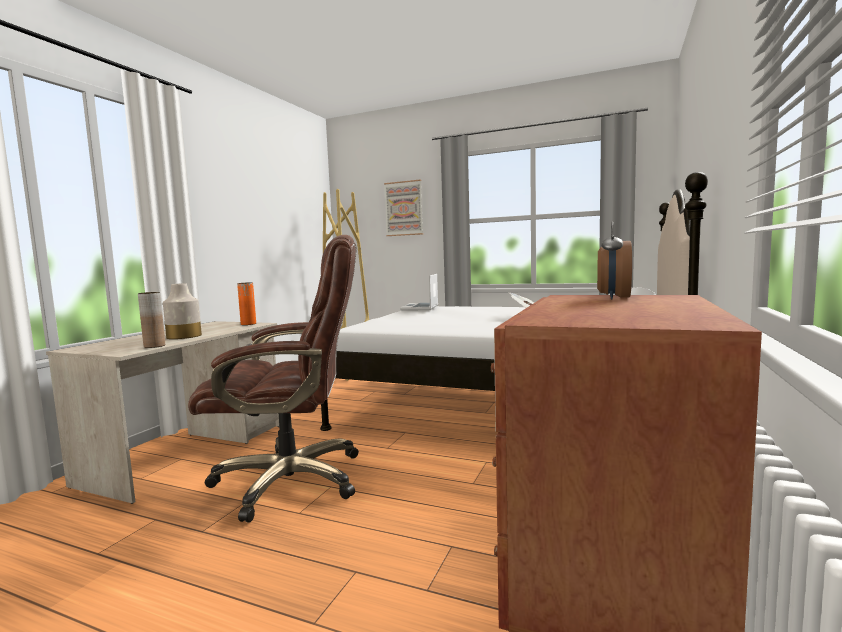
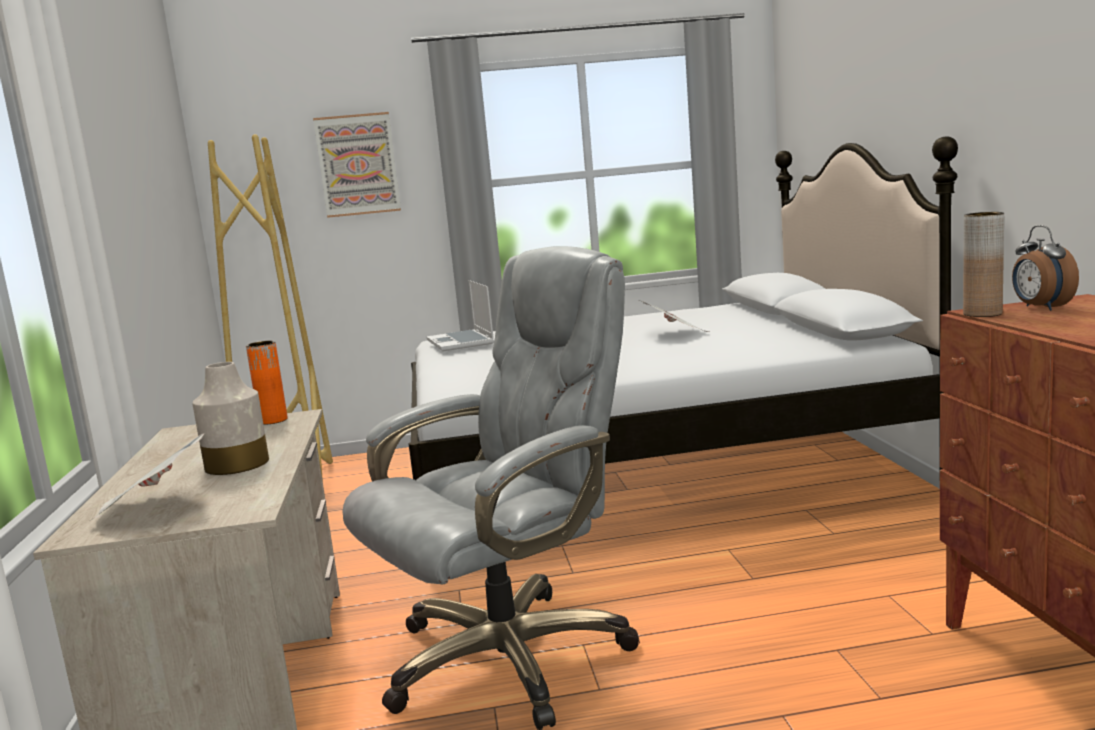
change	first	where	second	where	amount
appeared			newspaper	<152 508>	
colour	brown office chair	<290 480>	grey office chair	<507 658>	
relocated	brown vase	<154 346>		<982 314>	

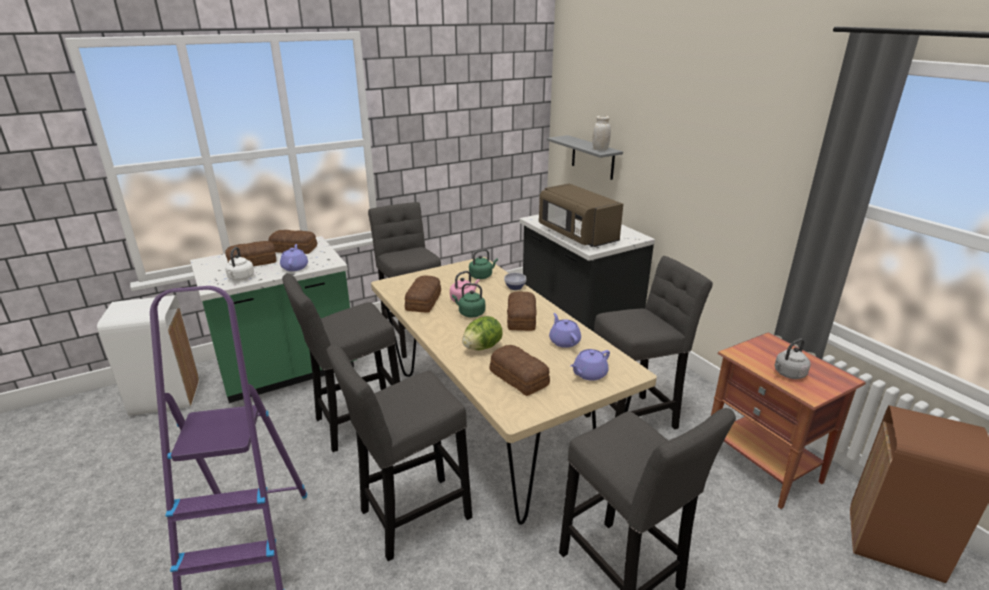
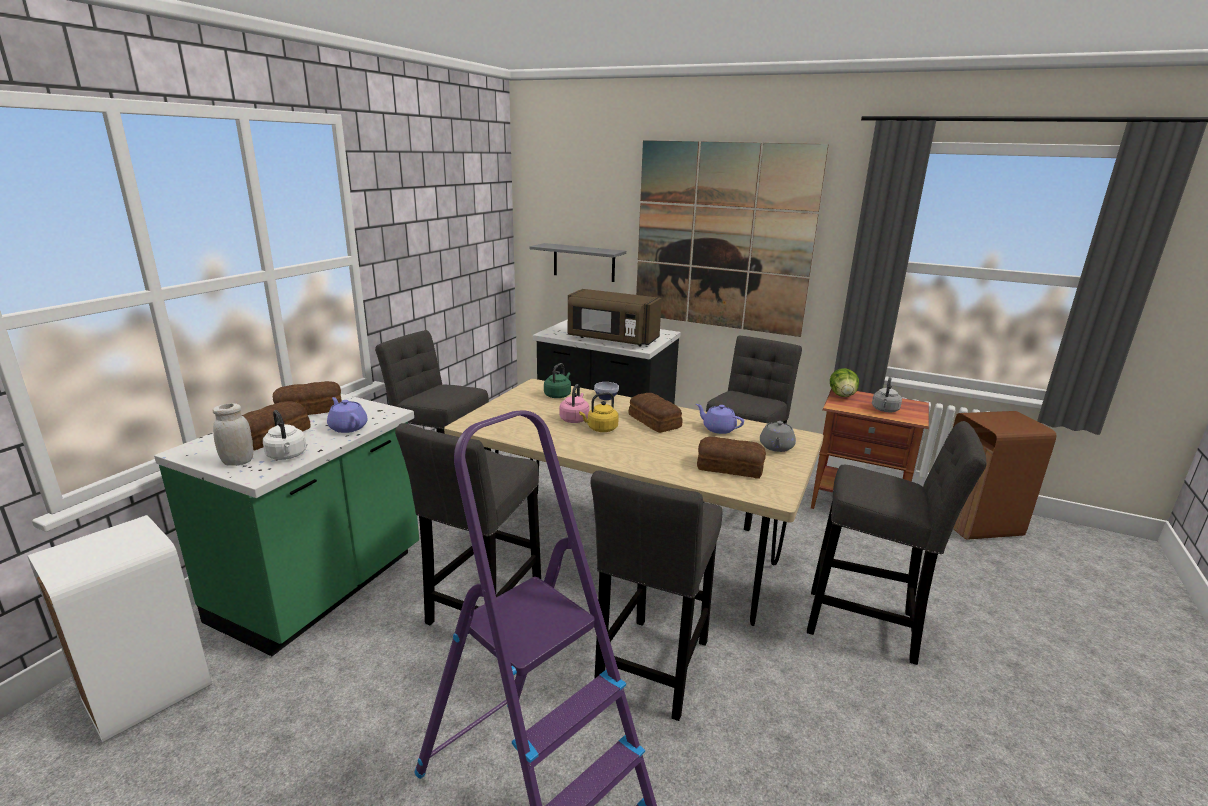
change	first	where	second	where	amount
relocated	white jar	<600 149>		<238 462>	
colour	green kettle	<470 313>	yellow kettle	<600 429>	
appeared			picture	<722 238>	
colour	purple teapot	<589 374>	grey teapot	<776 447>	
relocated	lettuce	<482 347>		<842 395>	
missing	bread	<424 301>			

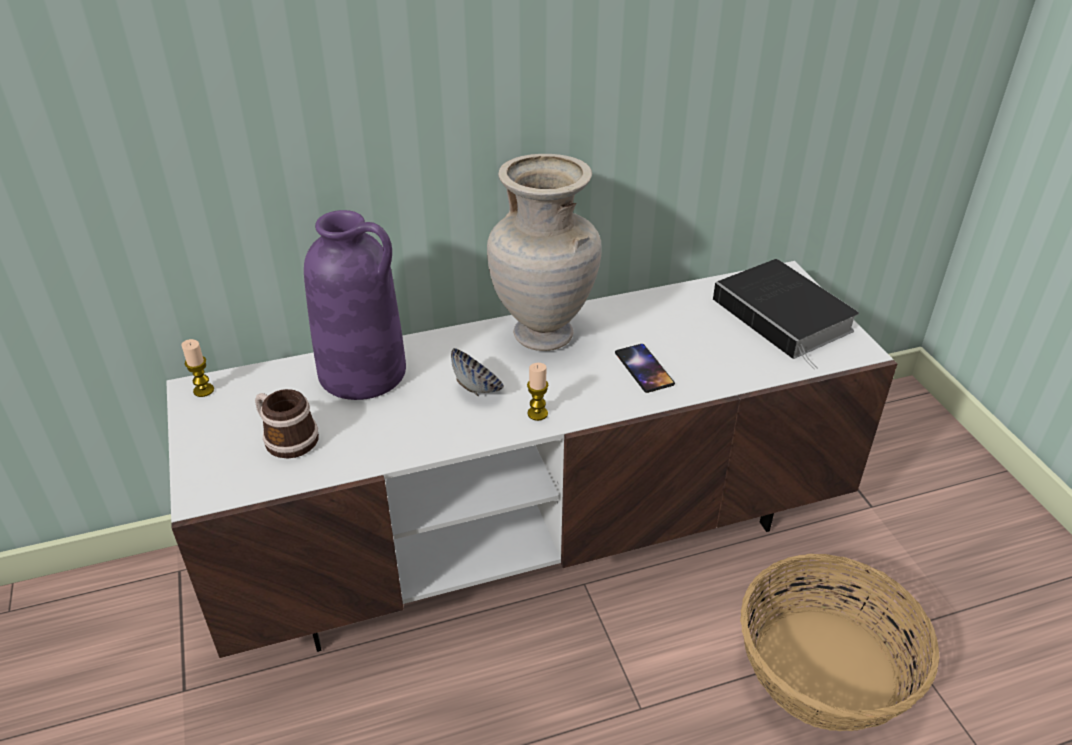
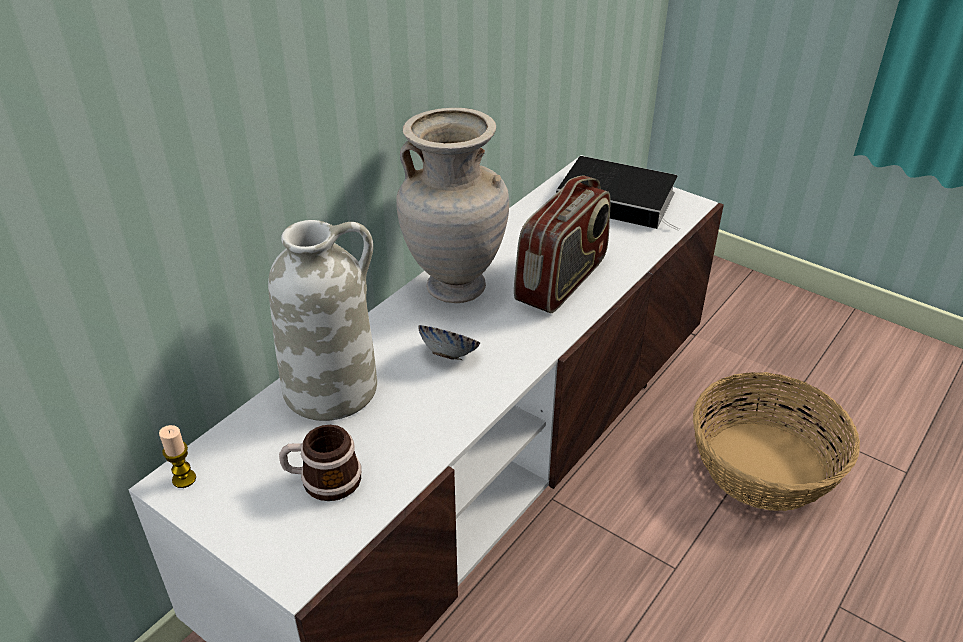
change	first	where	second	where	amount
colour	purple vase	<364 372>	white vase	<332 387>	
exchanged	phone	<644 368>	radio	<562 280>	
missing	candle	<537 413>			

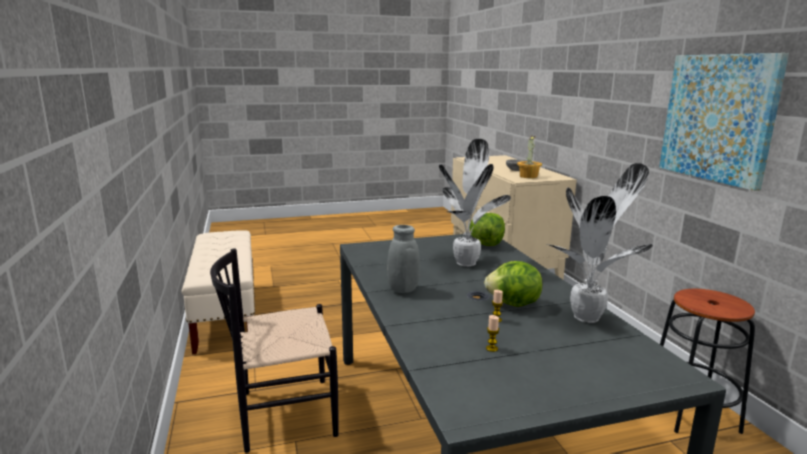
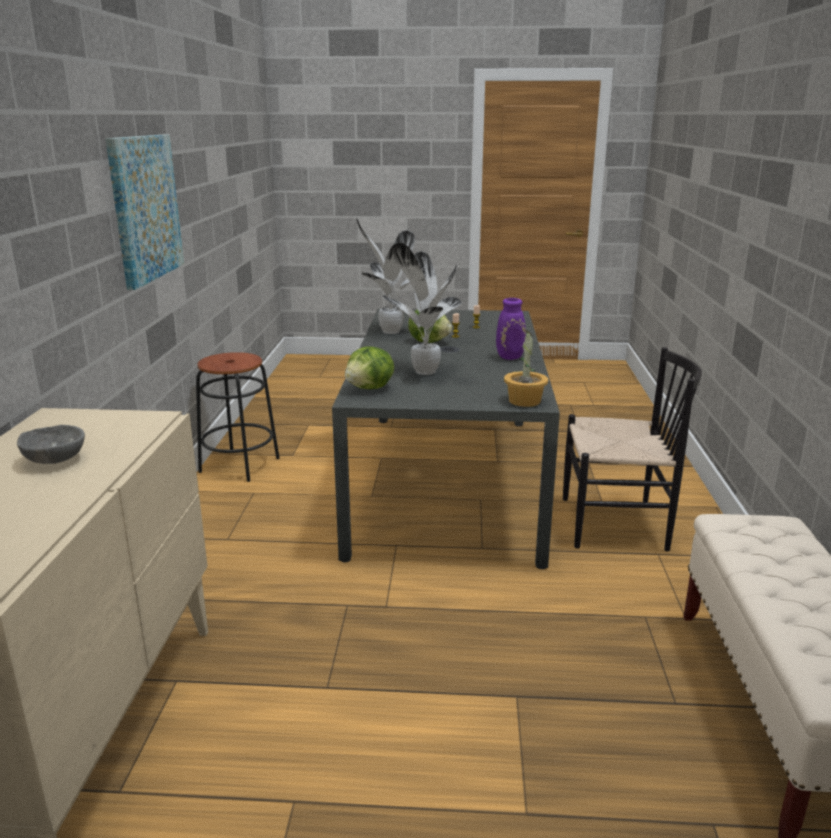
change	first	where	second	where	amount
colour	grey vase	<402 291>	purple vase	<511 357>	
relocated	potted plant	<528 176>		<524 401>	

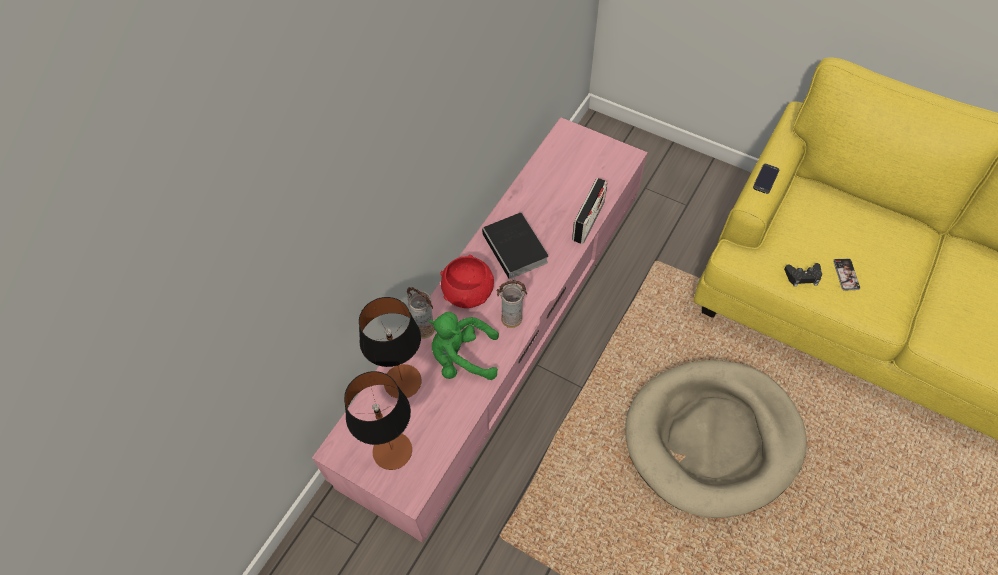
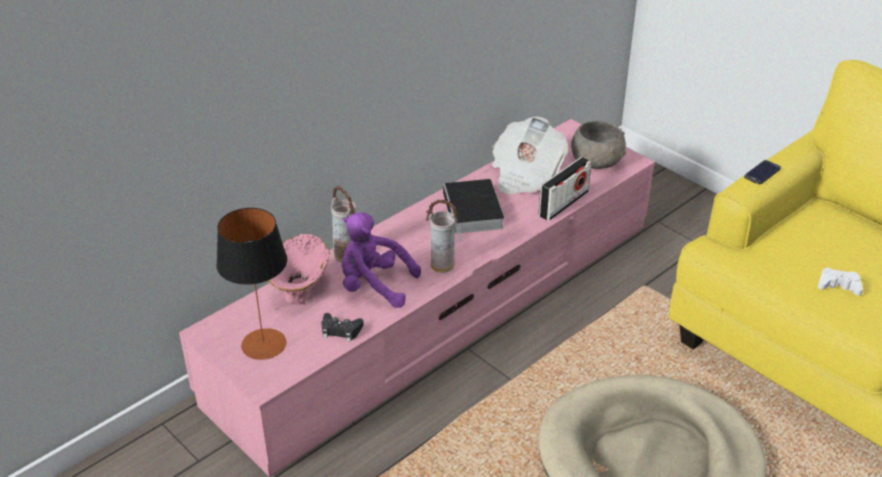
change	first	where	second	where	amount
exchanged	table lamp	<402 381>	pink vase	<302 291>	
relocated	black game controller	<802 276>		<341 330>	
colour	green plush toy	<462 358>	purple plush toy	<374 286>	
appeared			newspaper	<525 175>	
appeared			grey bowl	<597 162>	
exchanged	phone	<846 274>	white game controller	<838 286>	
missing	red bowl	<468 292>			

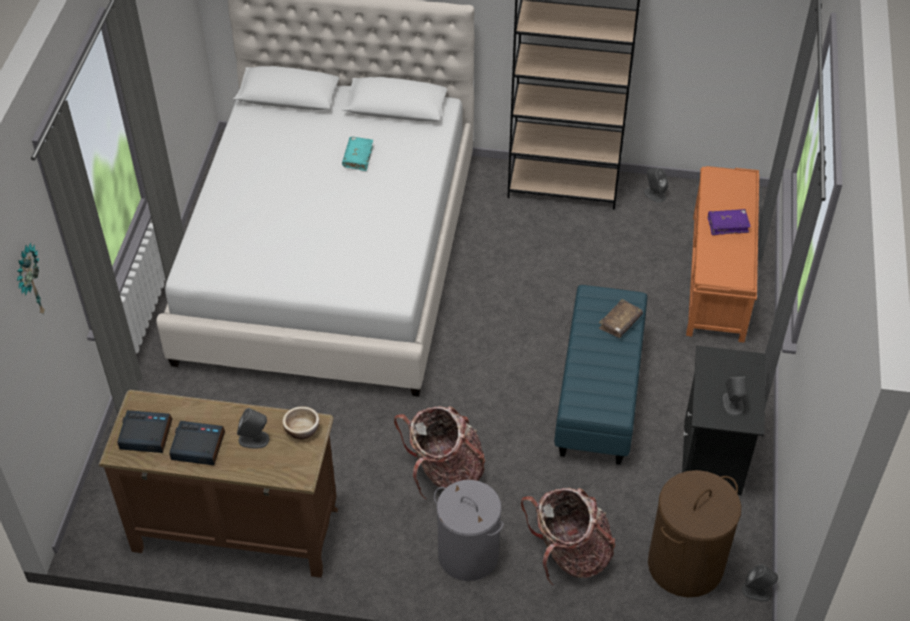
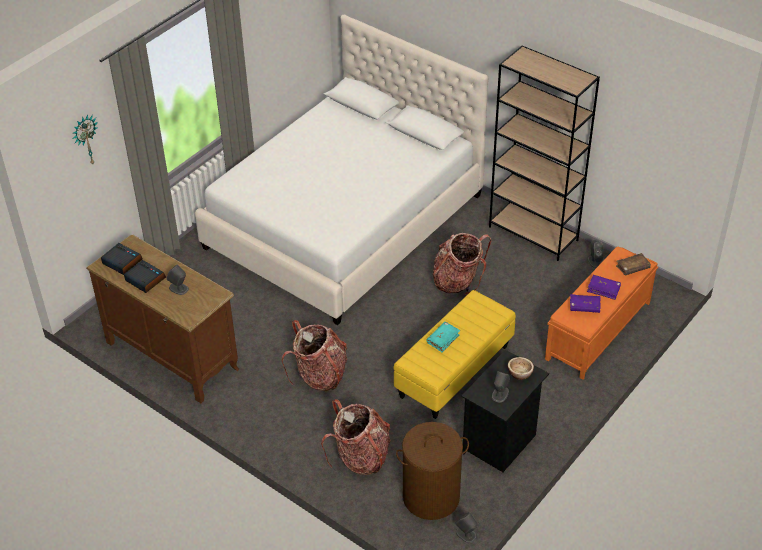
change	first	where	second	where	amount
colour	blue ottoman	<599 396>	yellow ottoman	<455 372>	
relocated	turquoise book	<358 157>		<443 339>	
appeared			backpack	<458 281>	
relocated	bowl	<302 429>		<520 373>	
appeared			purple book	<584 307>	
relocated	brown book	<620 323>		<632 268>	
missing	grey laundry basket	<467 555>			

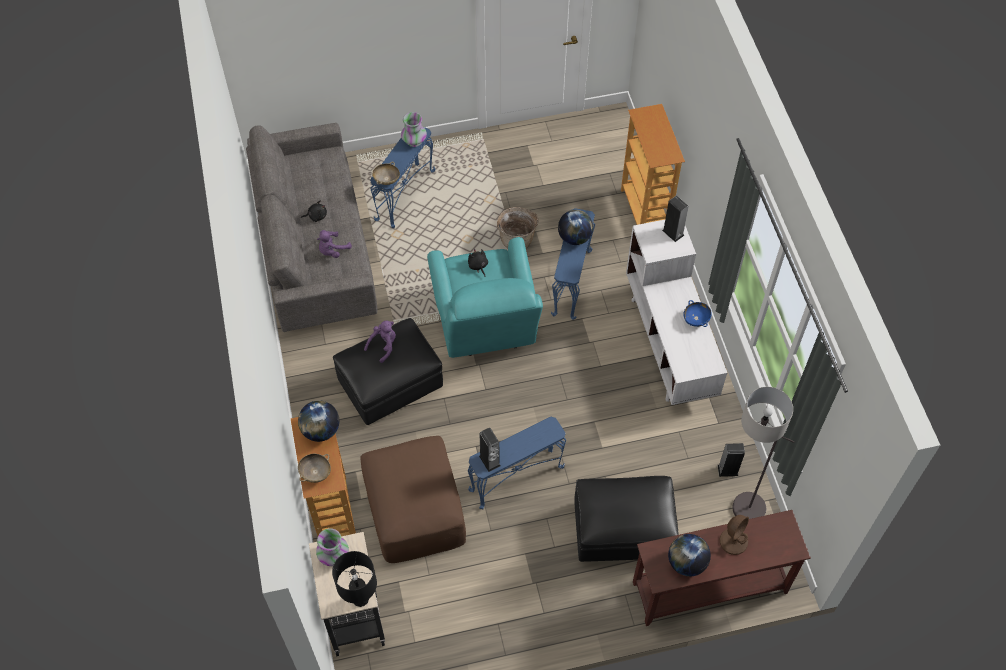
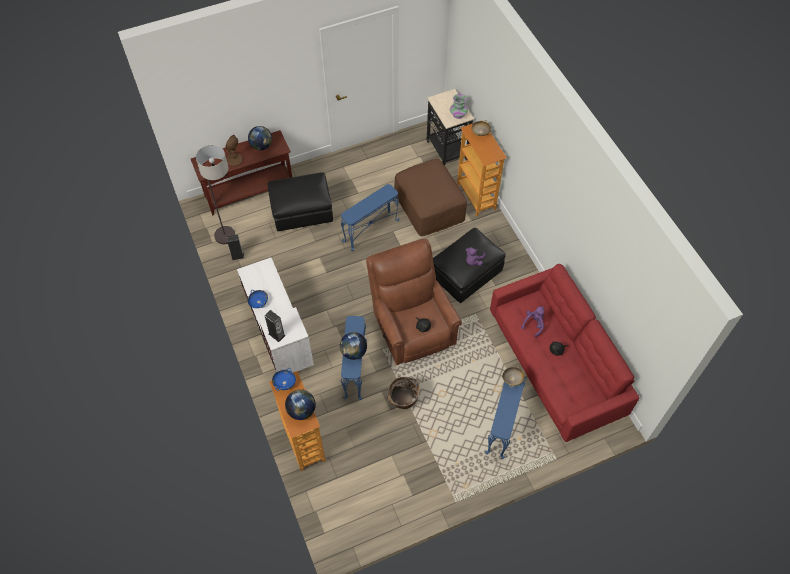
change	first	where	second	where	amount
appeared			blue bowl	<284 383>	
relocated	globe	<321 430>		<301 410>	
colour	turquoise armchair	<486 326>	brown armchair	<411 325>	
colour	grey sofa	<315 248>	red sofa	<555 366>	
missing	black table lamp	<361 599>			
missing	vase	<414 141>			
missing	speaker	<489 460>			

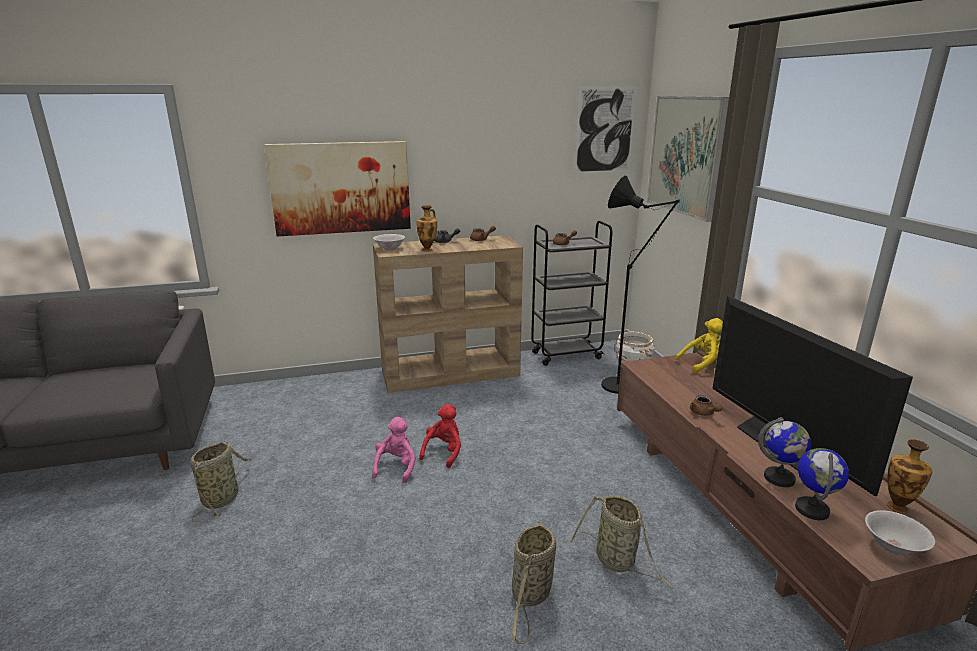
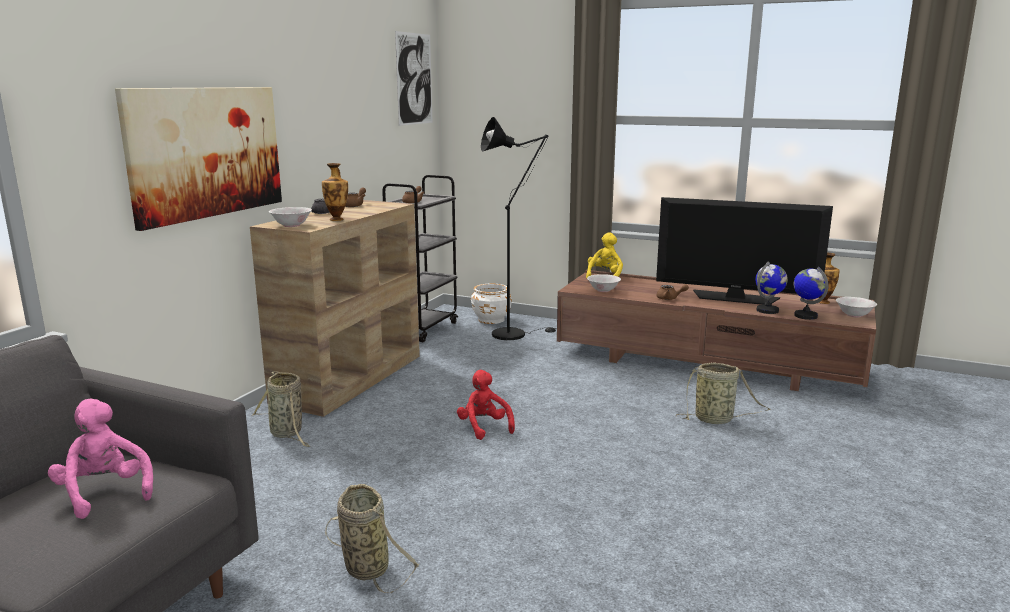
change	first	where	second	where	amount
relocated	pink plush toy	<396 467>		<105 493>	
relocated	basket	<531 596>		<287 433>	
appeared			white bowl	<603 290>	
missing	picture	<685 155>			

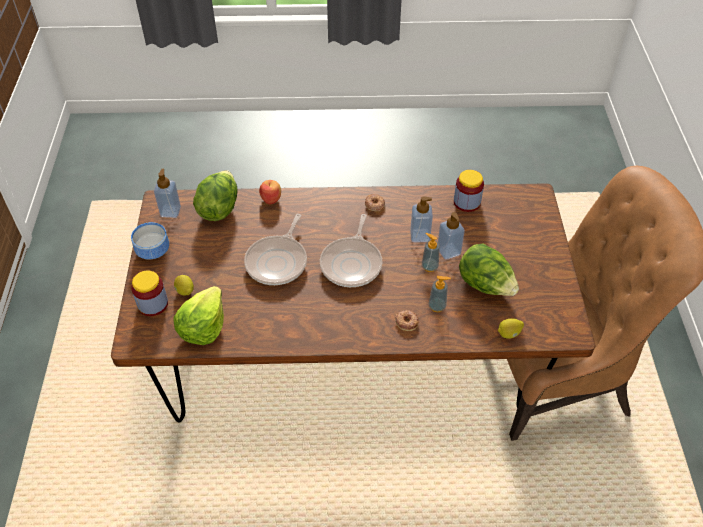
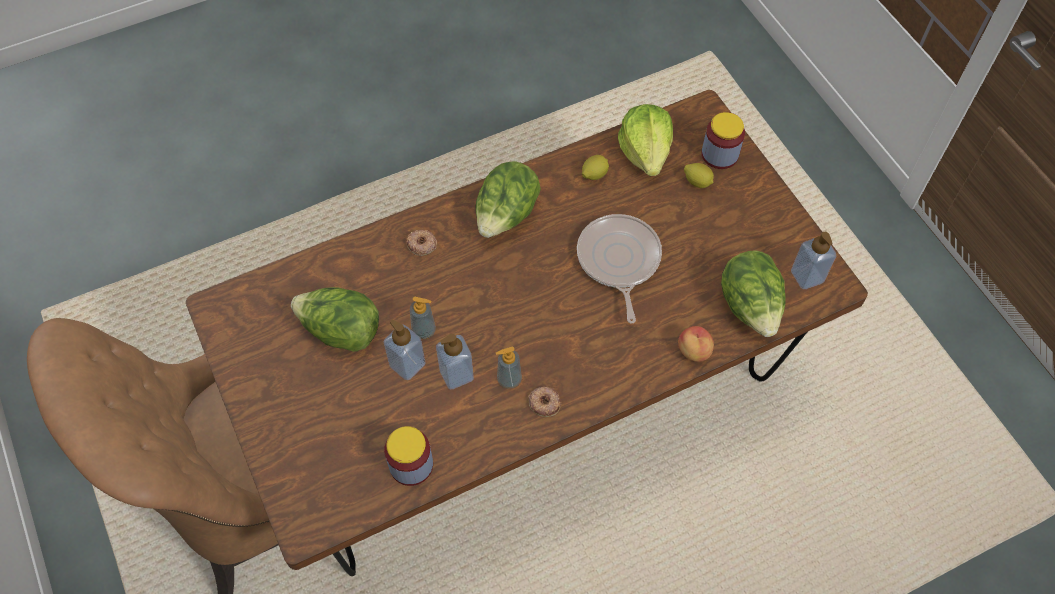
change	first	where	second	where	amount
appeared			lettuce	<506 216>	
relocated	soap dispenser	<437 306>		<509 379>	
relocated	lemon	<509 334>		<594 175>	
missing	bowl	<153 252>			
missing	frying pan	<352 263>			

